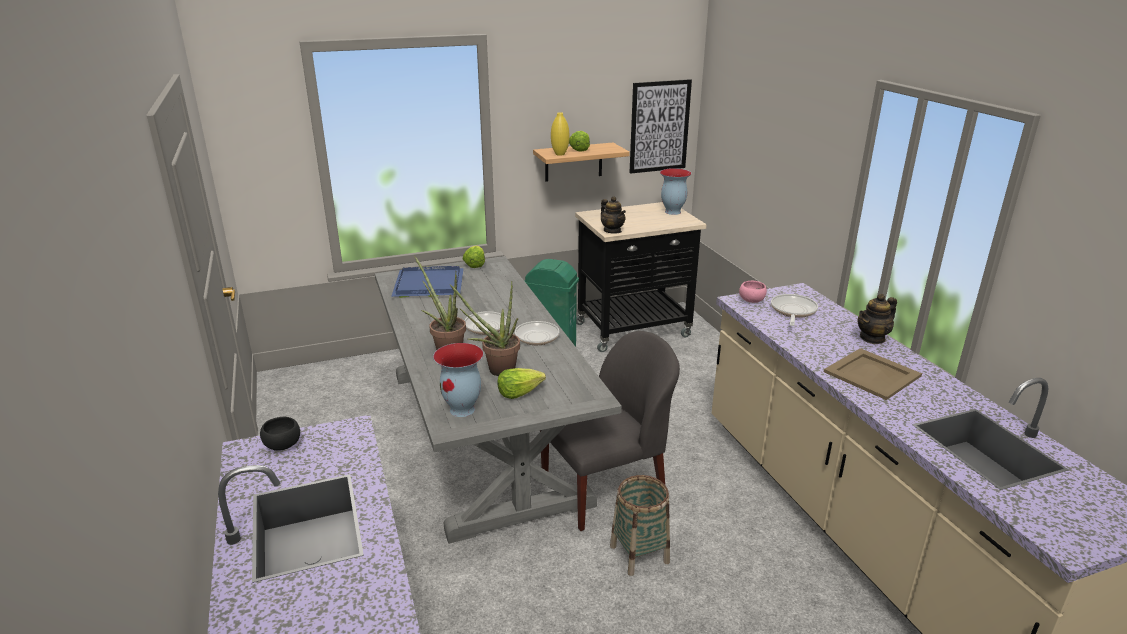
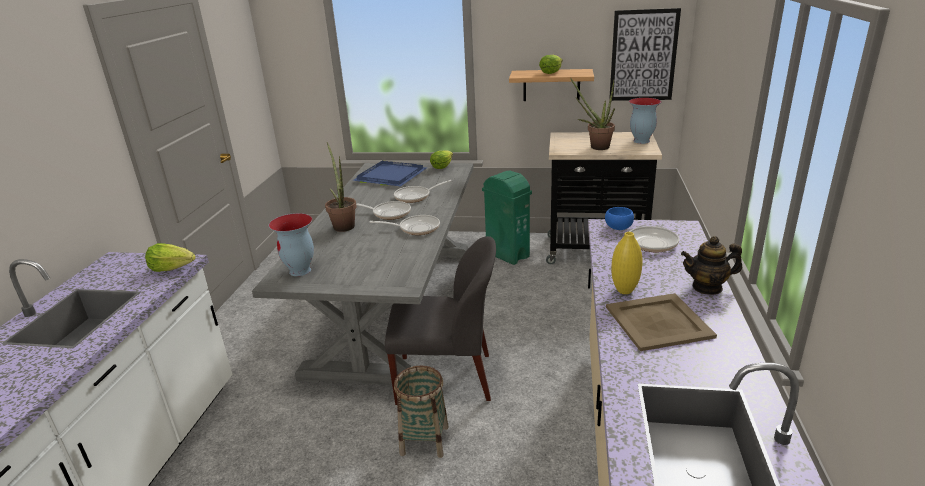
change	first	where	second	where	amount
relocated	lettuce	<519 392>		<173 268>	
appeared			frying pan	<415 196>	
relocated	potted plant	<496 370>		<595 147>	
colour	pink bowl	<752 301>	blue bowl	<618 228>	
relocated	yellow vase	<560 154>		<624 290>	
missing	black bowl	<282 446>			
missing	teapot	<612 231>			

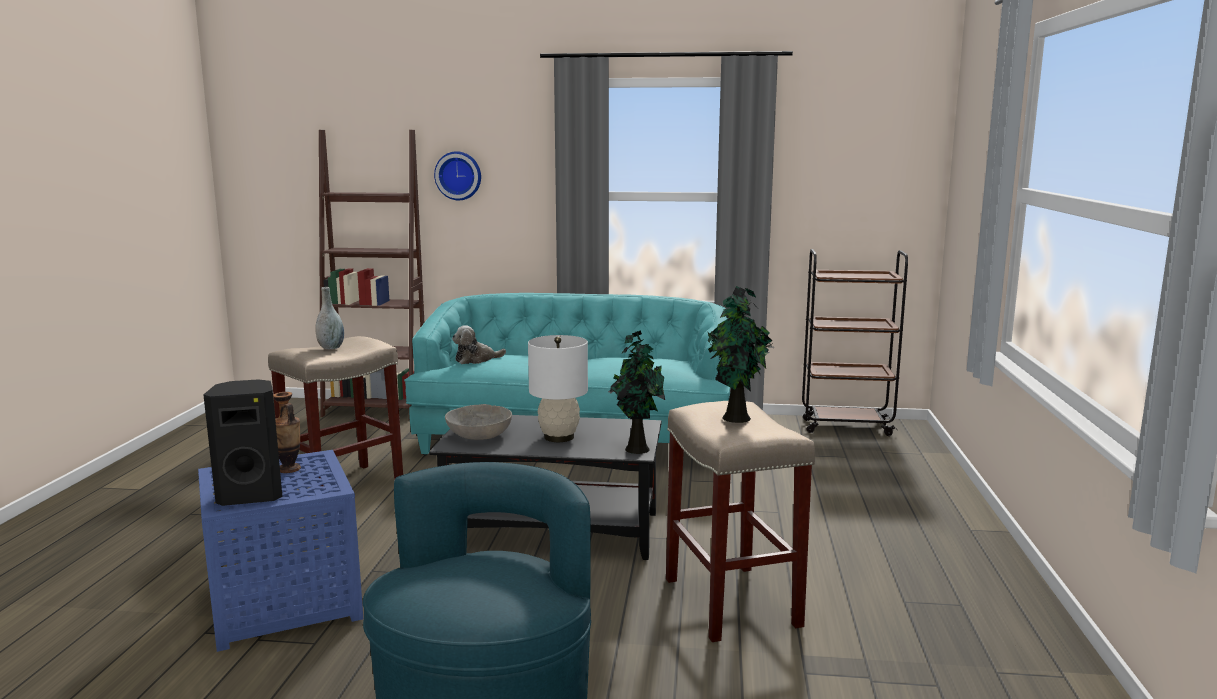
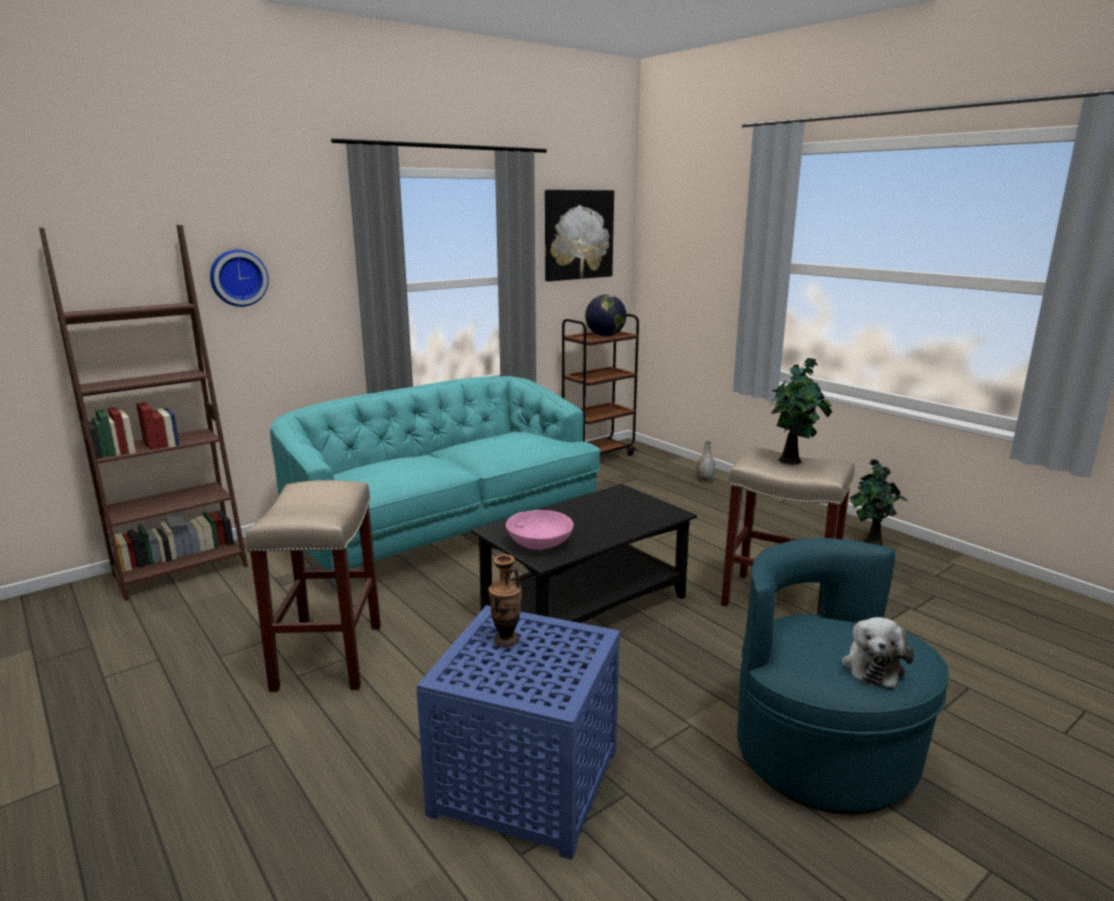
change	first	where	second	where	amount
colour	grey bowl	<479 435>	pink bowl	<539 543>	
appeared			picture	<578 235>	
appeared			globe	<605 336>	
relocated	grey vase	<331 347>		<704 480>	
relocated	plush toy	<476 360>		<872 665>	
relocated	potted plant	<636 448>		<871 541>	
missing	black speaker	<252 495>			
missing	white table lamp	<558 437>			

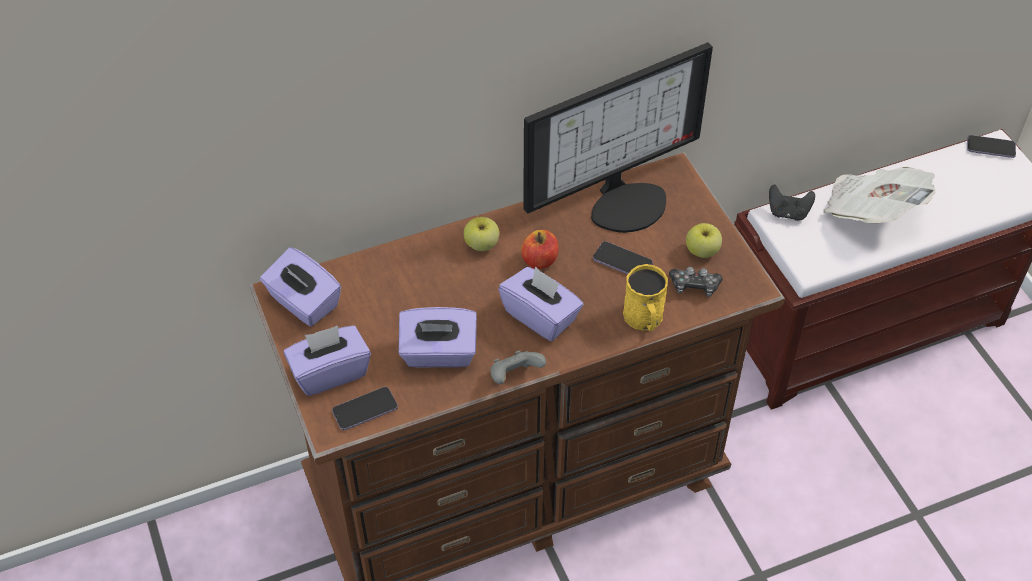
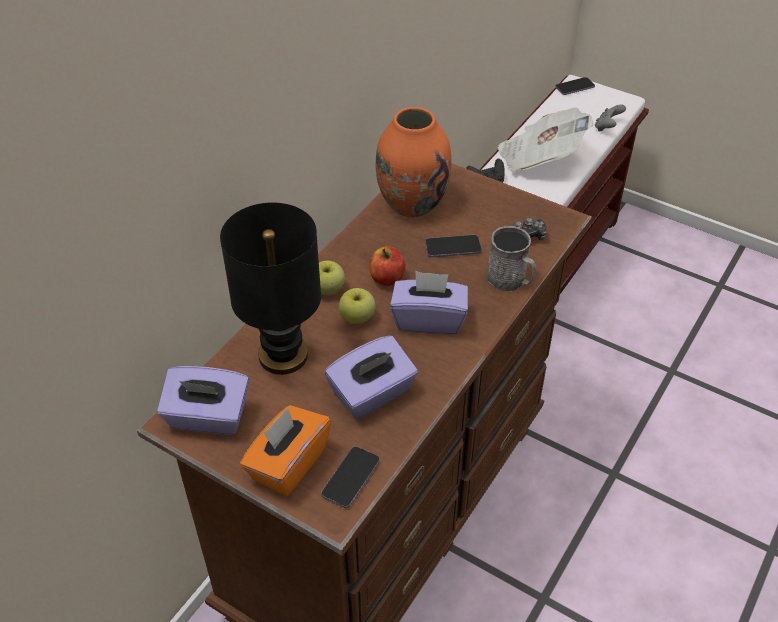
change	first	where	second	where	amount
appeared			black table lamp	<282 355>	
colour	purple tissue box	<330 372>	orange tissue box	<288 464>	
relocated	apple	<702 251>		<357 318>	
exchanged	monitor	<625 201>	orange vase	<412 204>	
colour	yellow mug	<644 319>	grey mug	<511 280>	
relocated	grey game controller	<515 376>		<607 127>	

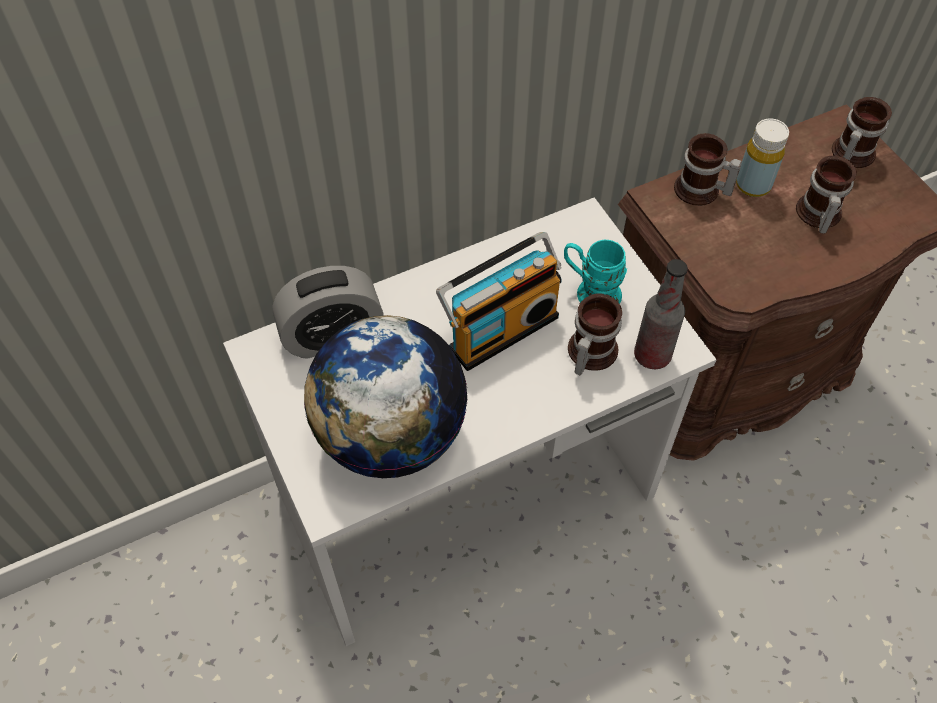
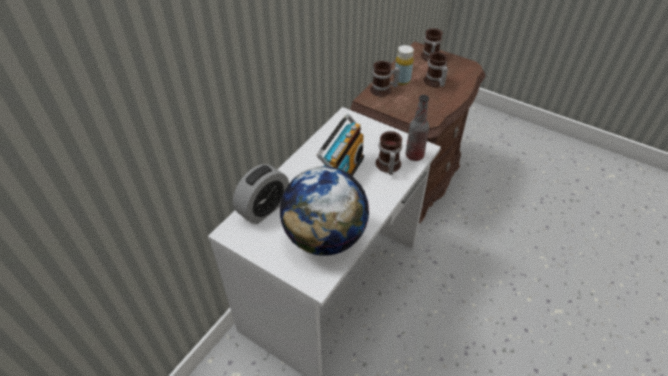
change	first	where	second	where	amount
missing	turquoise mug	<590 291>			

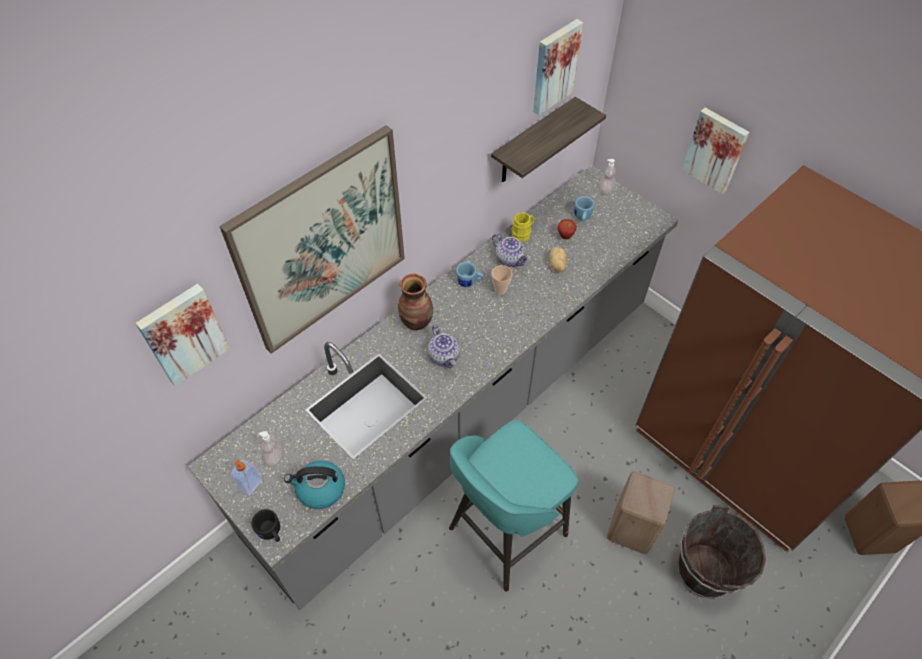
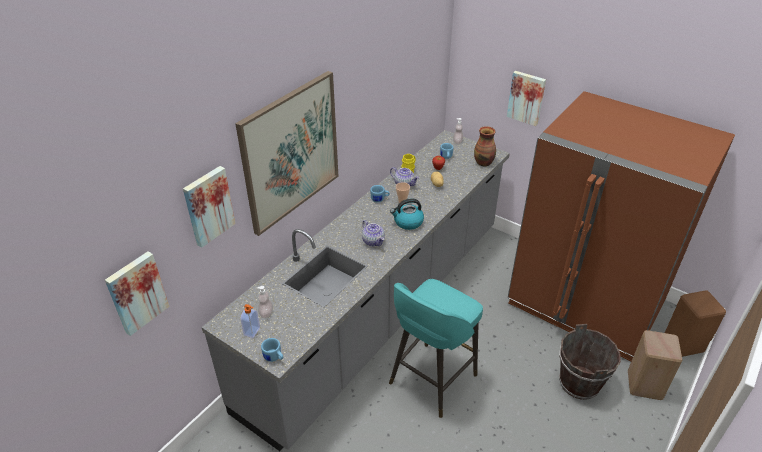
change	first	where	second	where	amount
relocated	picture	<554 66>		<136 292>	
colour	black mug	<271 533>	blue mug	<274 358>	
relocated	kettle	<320 489>		<408 222>	
relocated	vase	<417 321>		<484 163>	
relocated	beige stool	<633 529>		<645 385>	
missing	shelf	<532 142>			

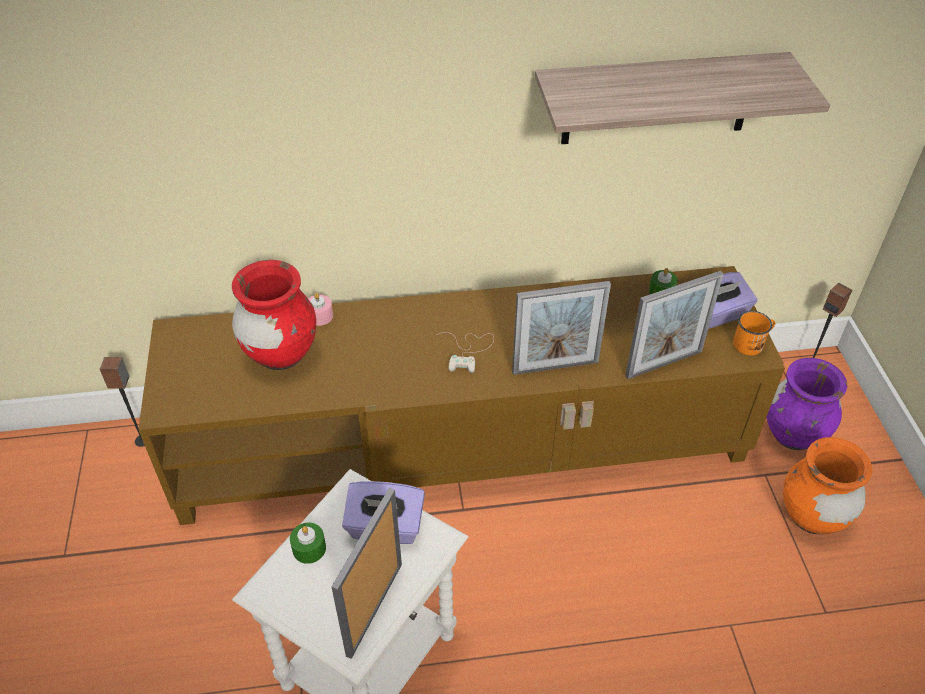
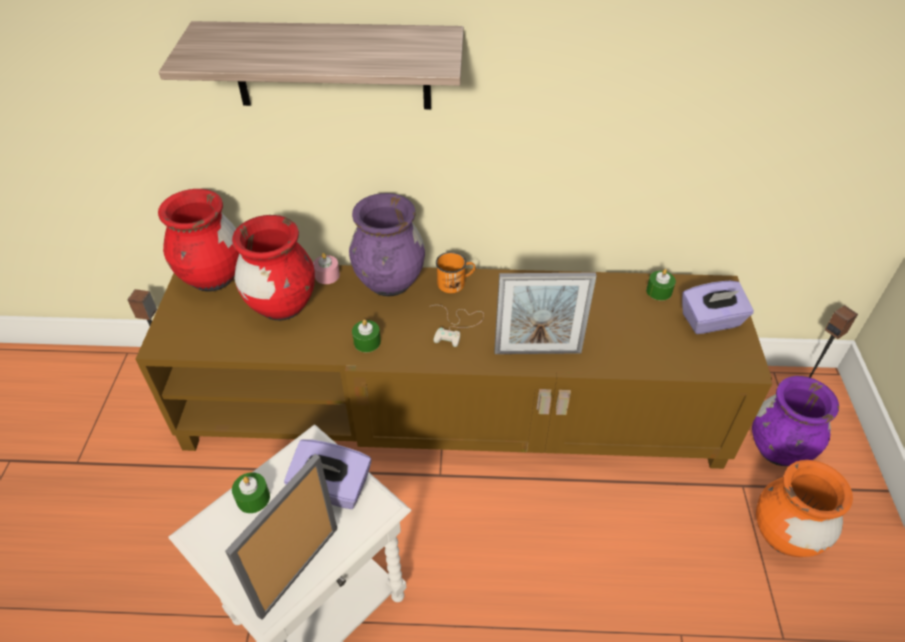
change	first	where	second	where	amount
appeared			red vase	<214 278>	
relocated	shelf	<657 99>		<332 66>	
appeared			purple vase	<390 283>	
appeared			green candle	<367 342>	
relocated	orange mug	<752 343>		<455 283>	
missing	picture frame	<664 364>			

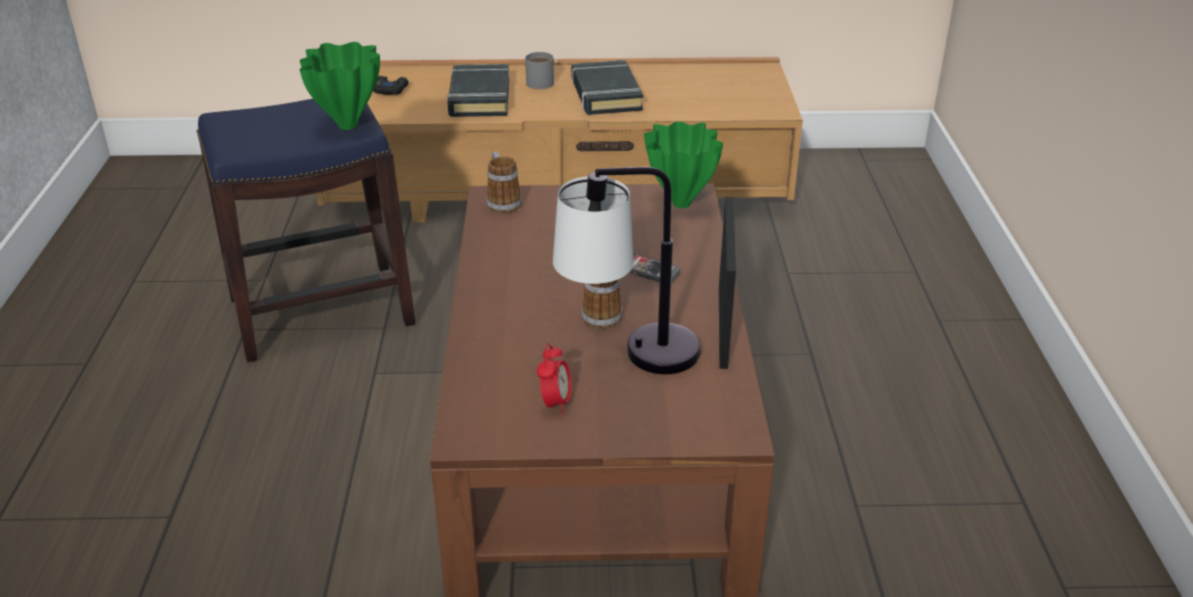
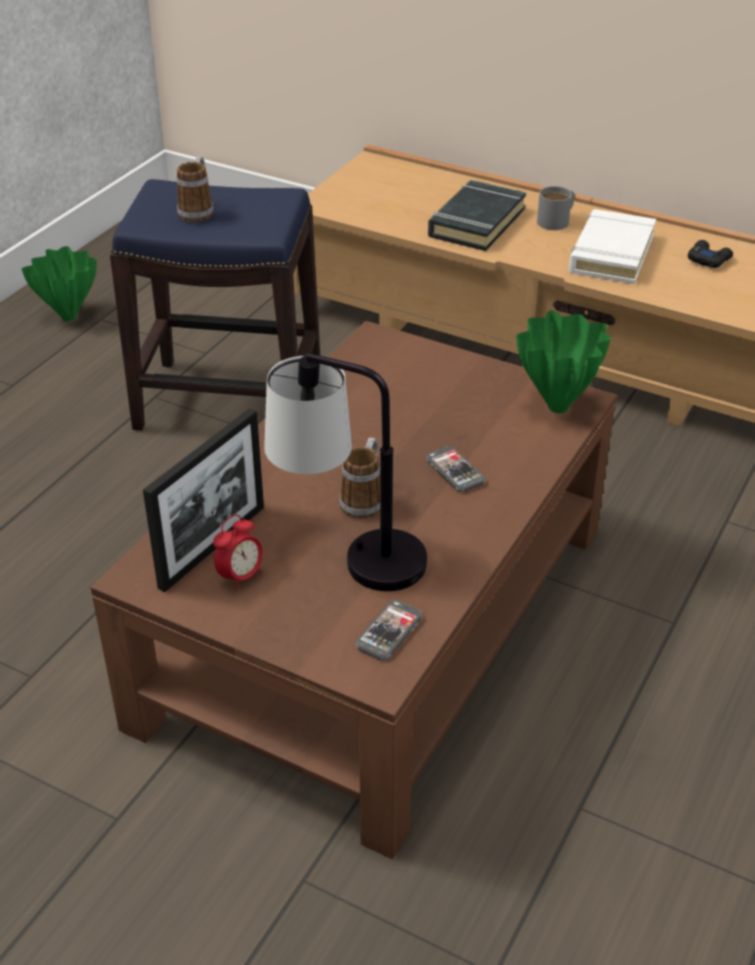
change	first	where	second	where	amount
relocated	green vase	<349 125>		<70 317>	
relocated	picture frame	<723 327>		<212 546>	
relocated	mug	<502 202>		<198 210>	
appeared			phone	<389 632>	
colour	black book	<605 94>	white book	<611 254>	
relocated	black game controller	<390 90>		<708 259>	

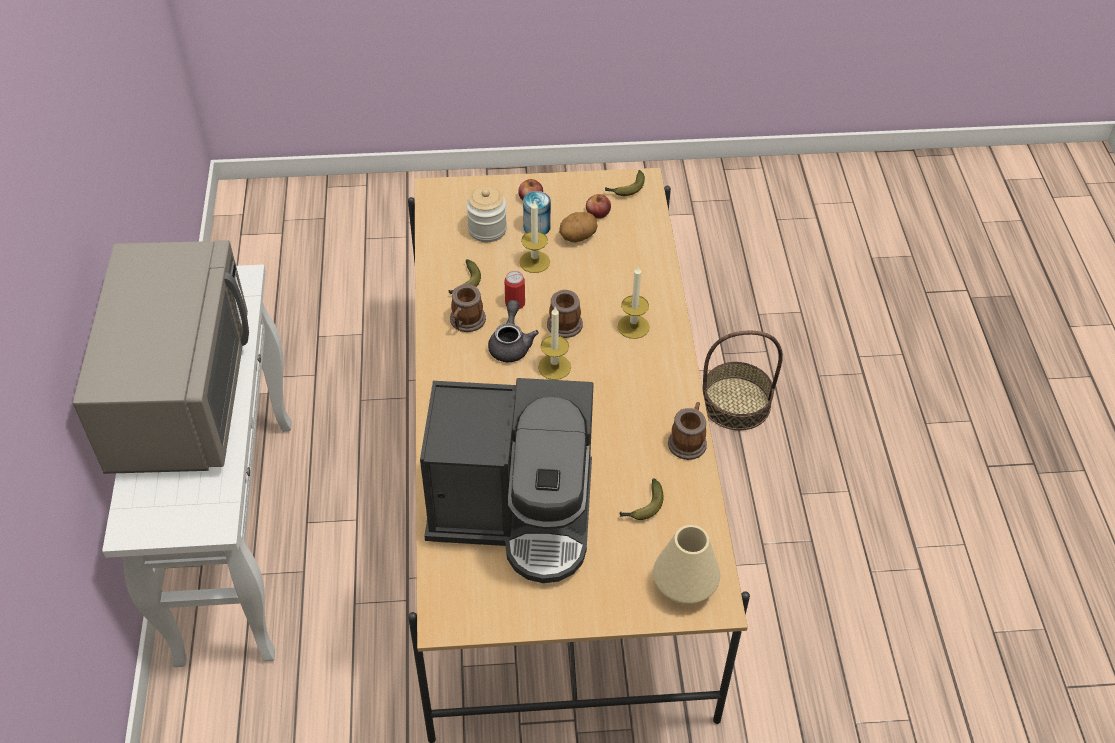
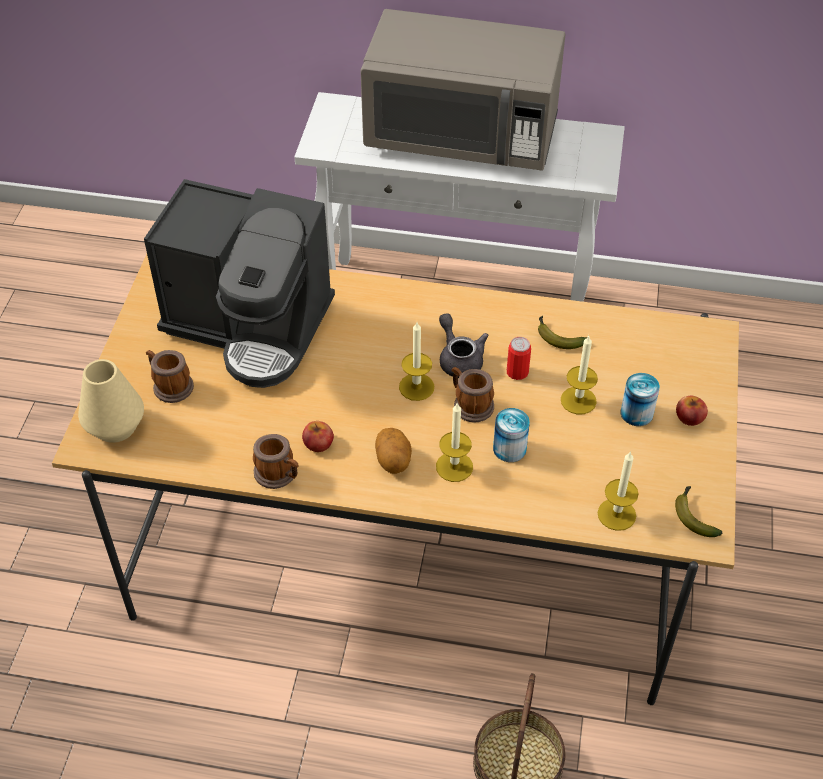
change	first	where	second	where	amount
spun	coffee machine	<515 513>		<250 325>	90 degrees counterclockwise
relocated	mug	<466 322>		<170 386>	
relocated	apple	<598 213>		<318 443>	
relocated	potato	<577 237>		<393 461>	
spun	grey teapot	<511 344>		<459 358>	135 degrees counterclockwise
appeared			can	<509 449>	
appeared			candle	<616 514>	
missing	jar	<487 229>			
missing	banana	<643 507>			

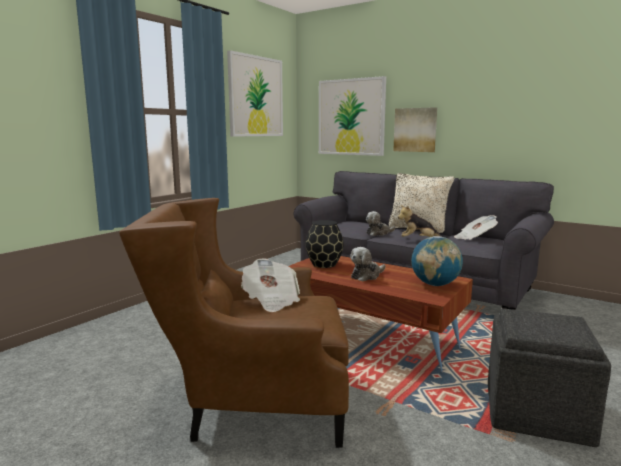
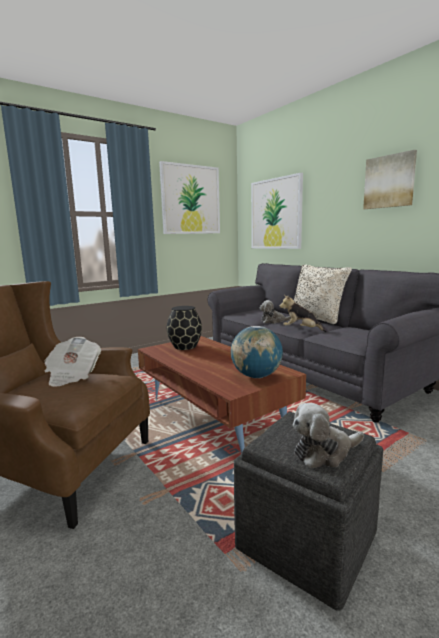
change	first	where	second	where	amount
relocated	plush toy	<366 276>		<324 452>	
relocated	picture	<415 130>		<389 181>	
missing	newspaper	<474 238>			

